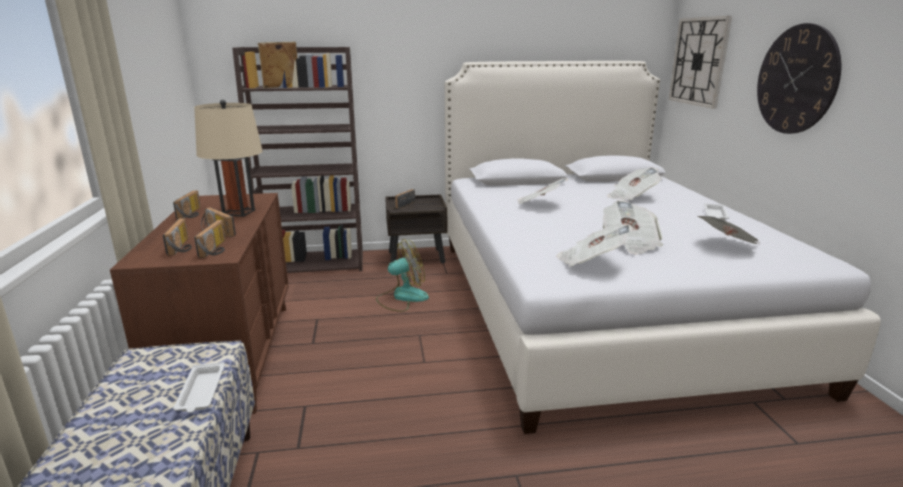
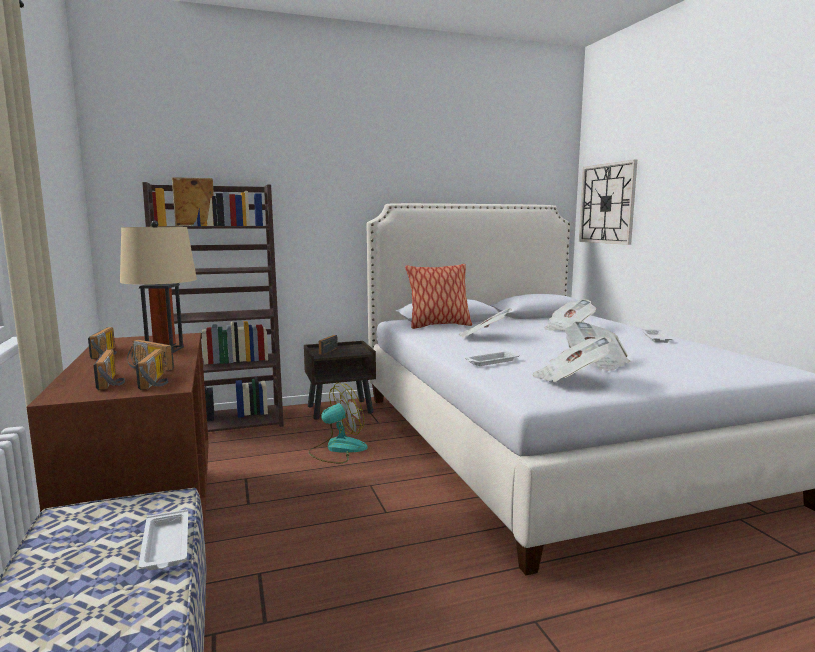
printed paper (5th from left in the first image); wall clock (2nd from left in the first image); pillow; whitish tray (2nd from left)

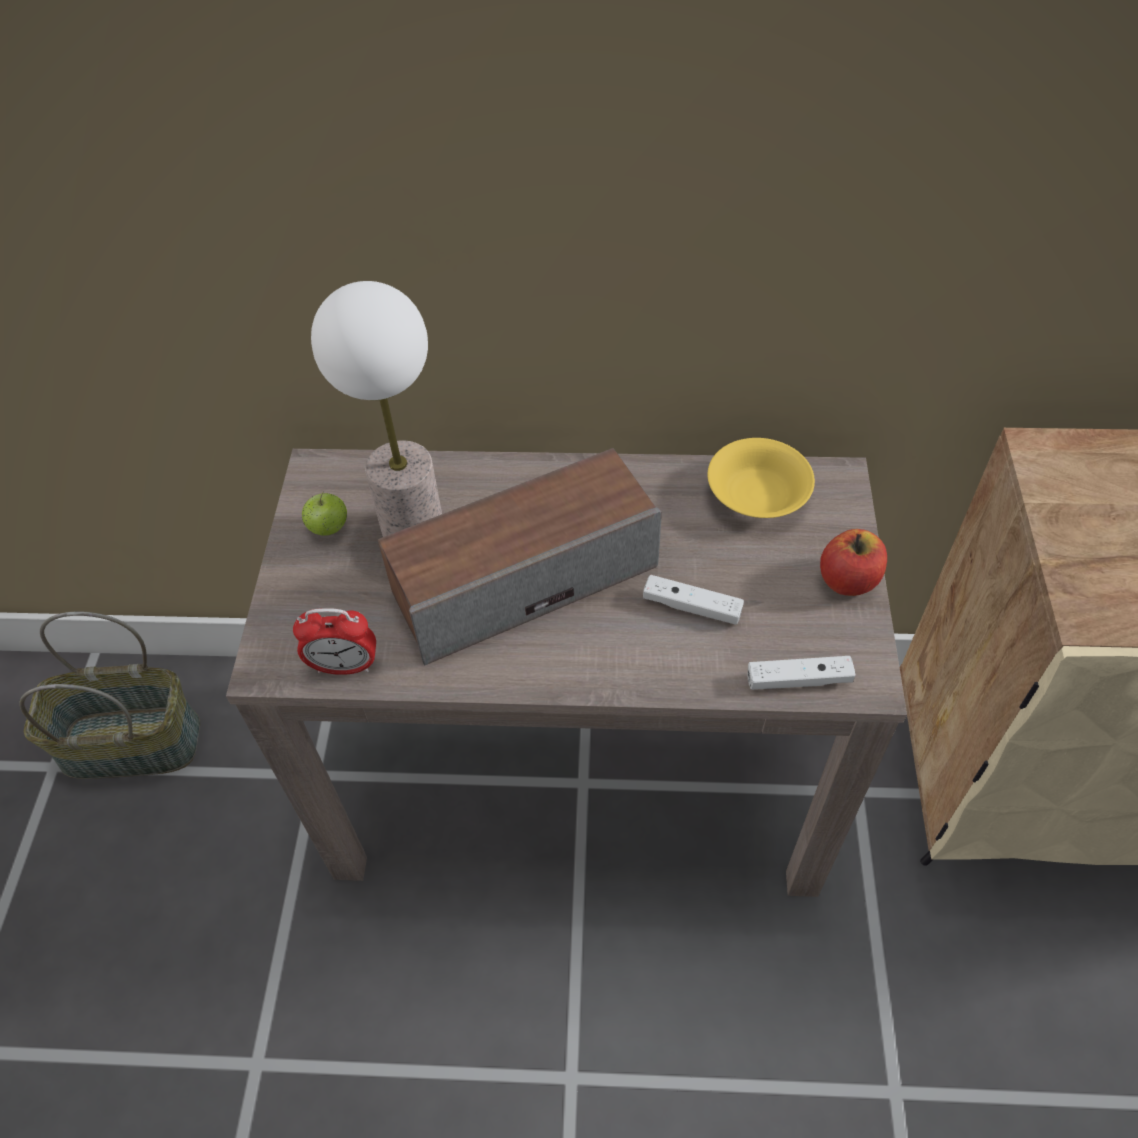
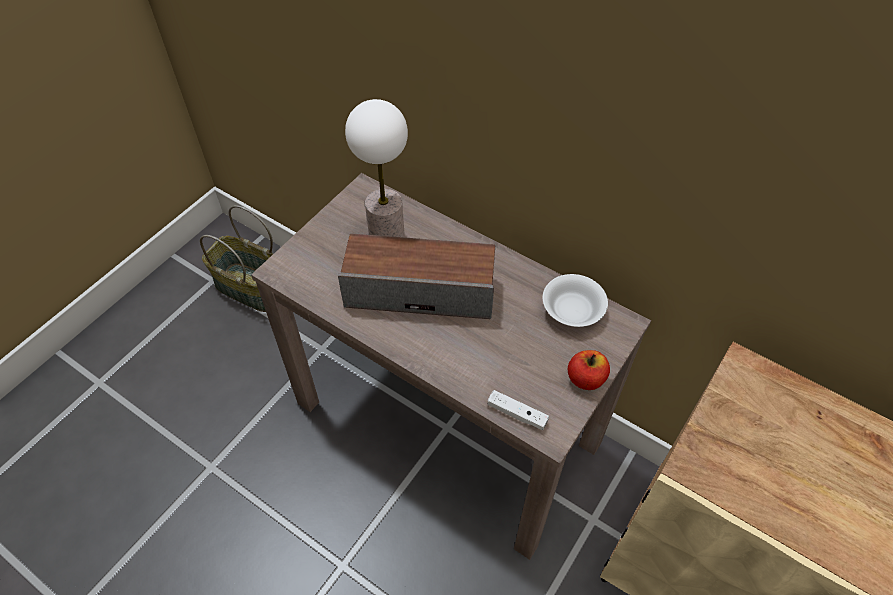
table clock; apple fruit (1st from left in the first image); whitish game controller (1st from left in the first image); whitish bowl

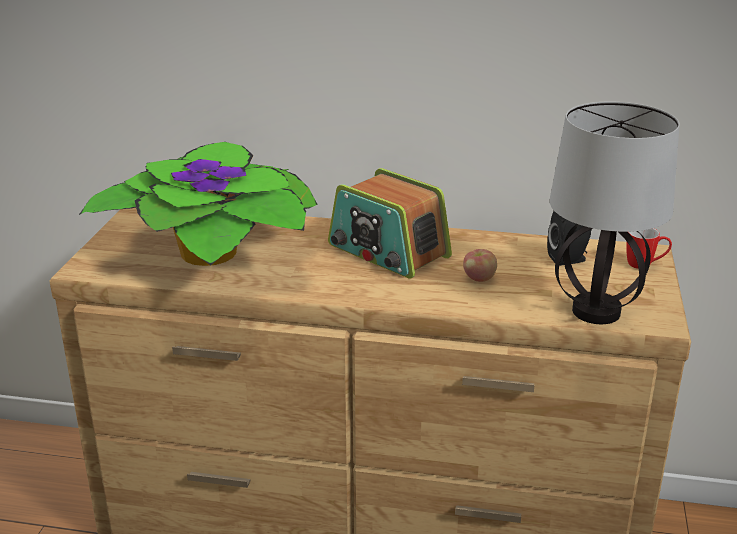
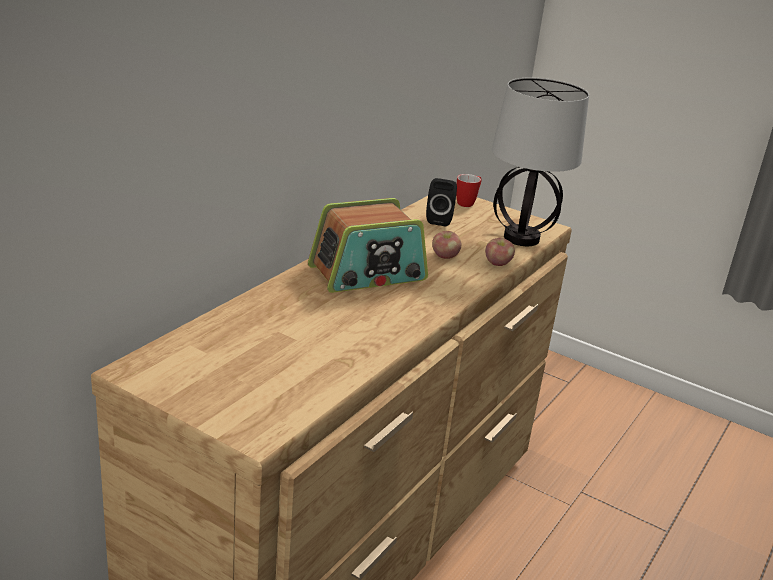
plant in a pot; apple fruit (2nd from left)

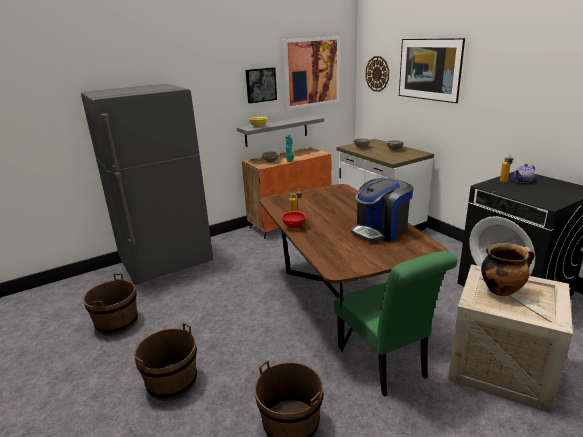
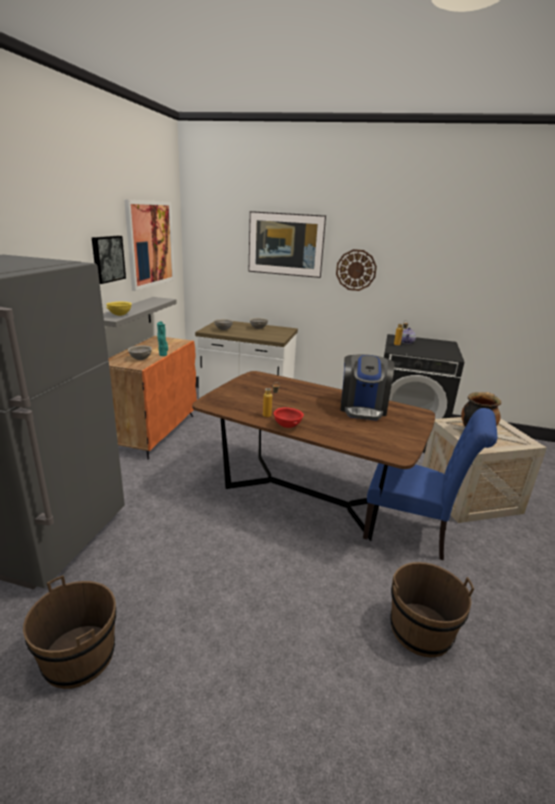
brownish bucket (2nd from left in the first image); bluish plain chair; wall clock

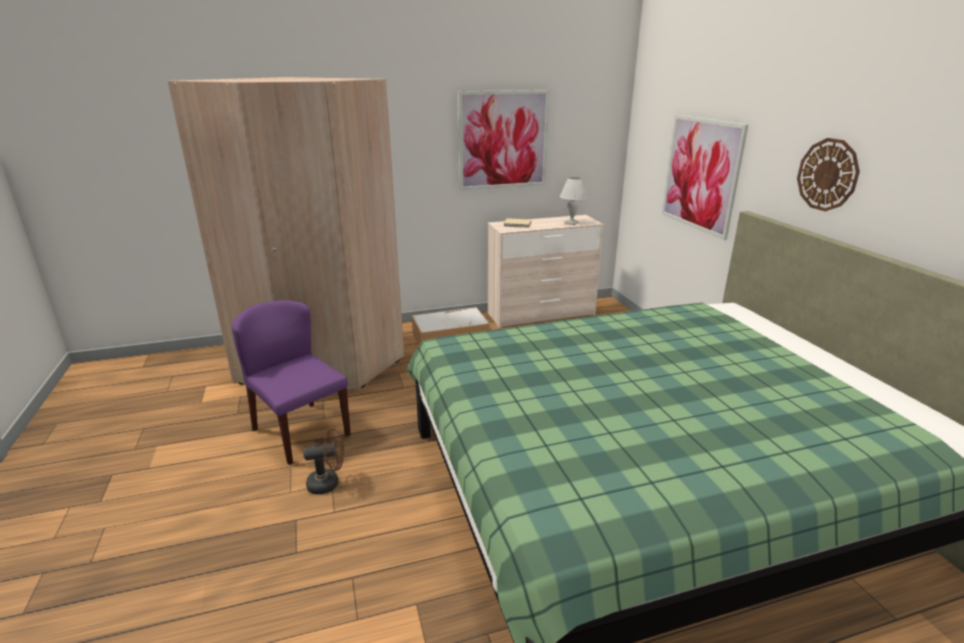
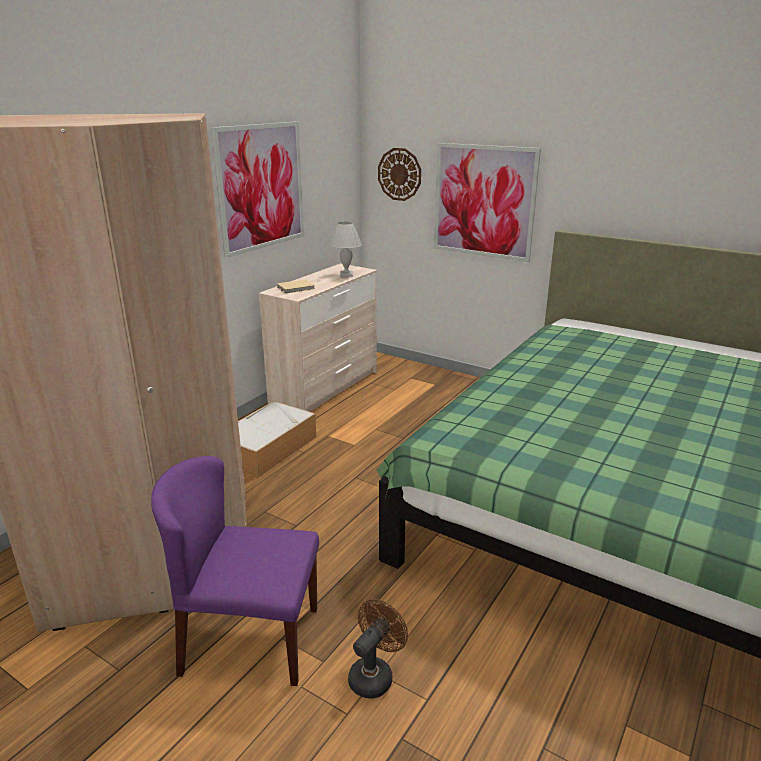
wall clock

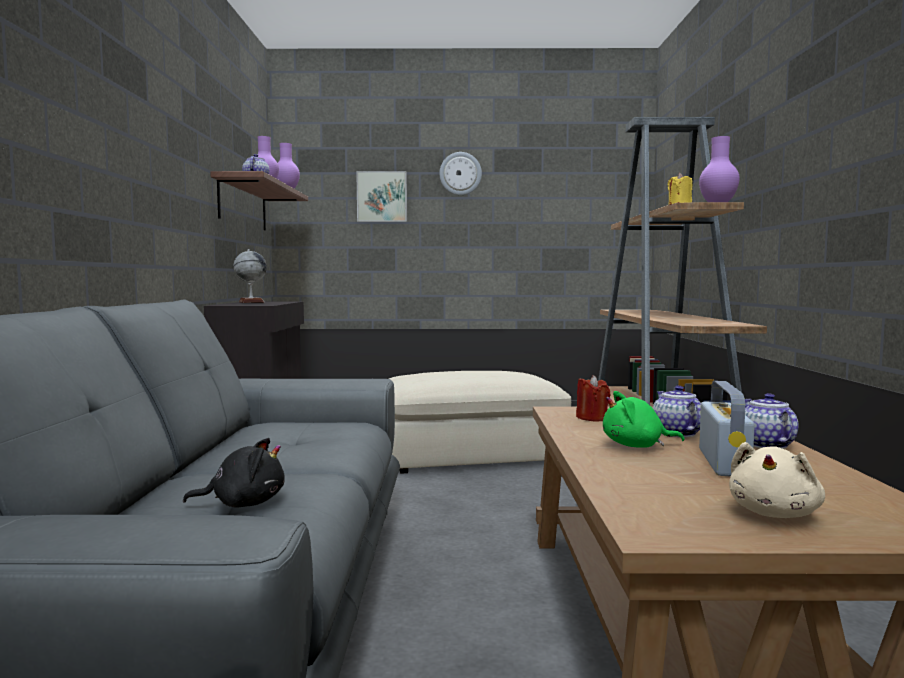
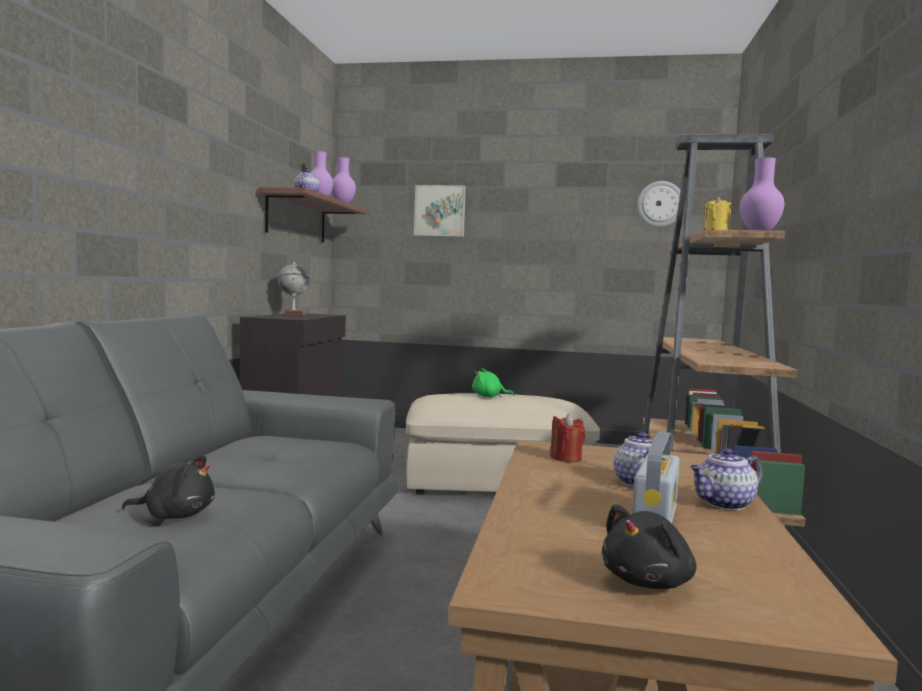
wall clock; greenish cuddly toy; black-coloured cuddly toy (2nd from left); teapot (3rd from left)

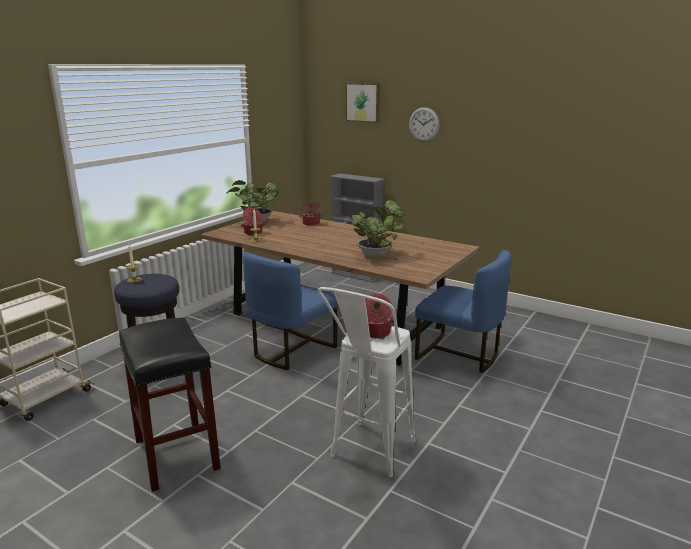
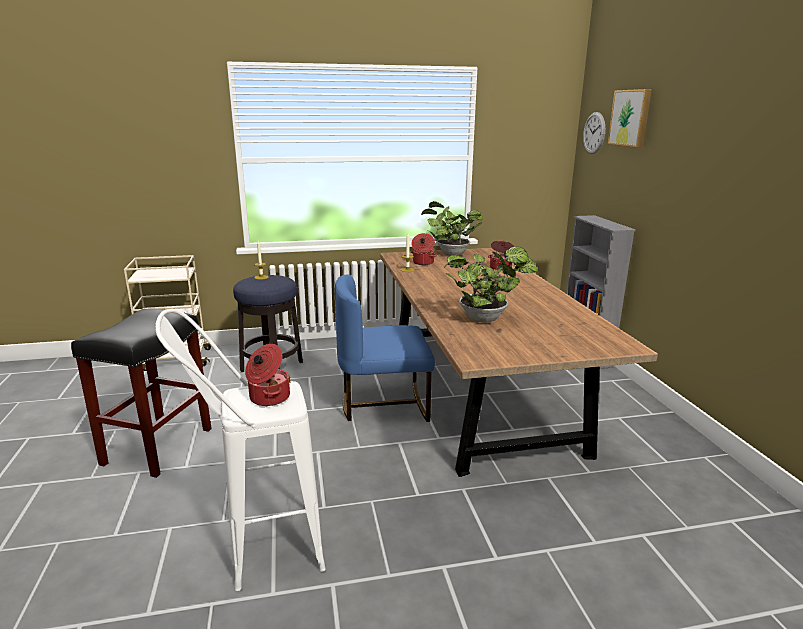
wall clock; bluish plain chair (2nd from left in the first image)

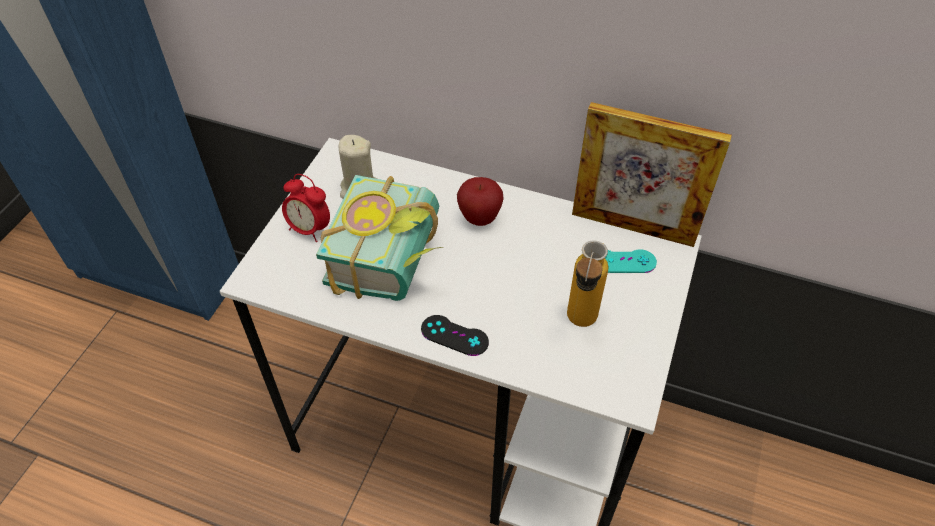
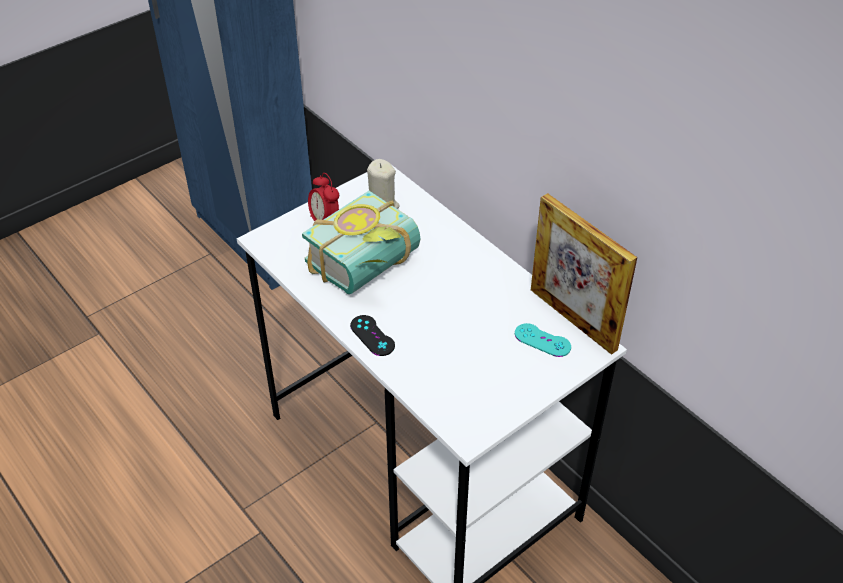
apple fruit; drink bottle

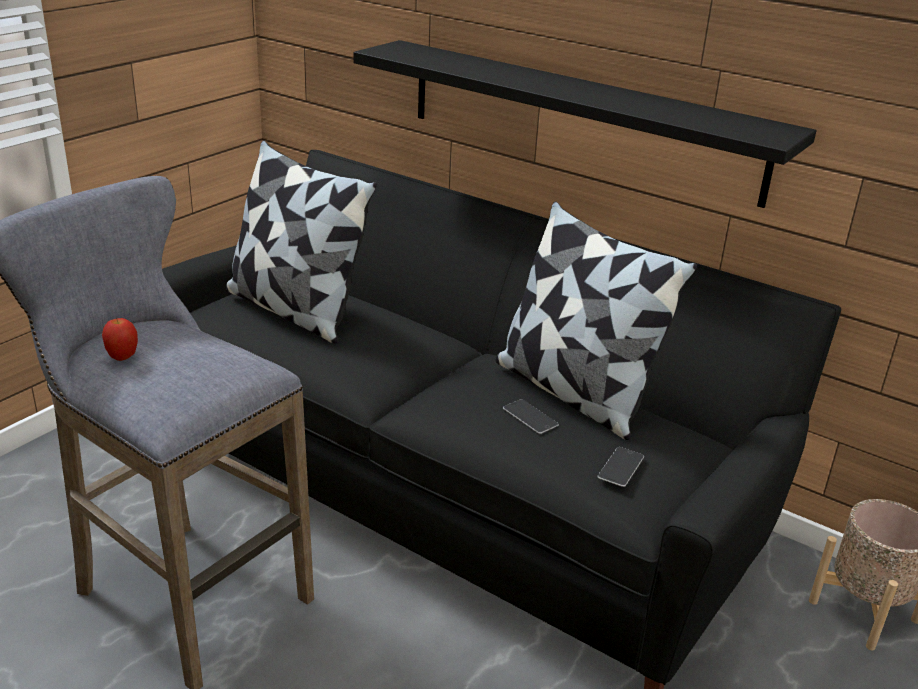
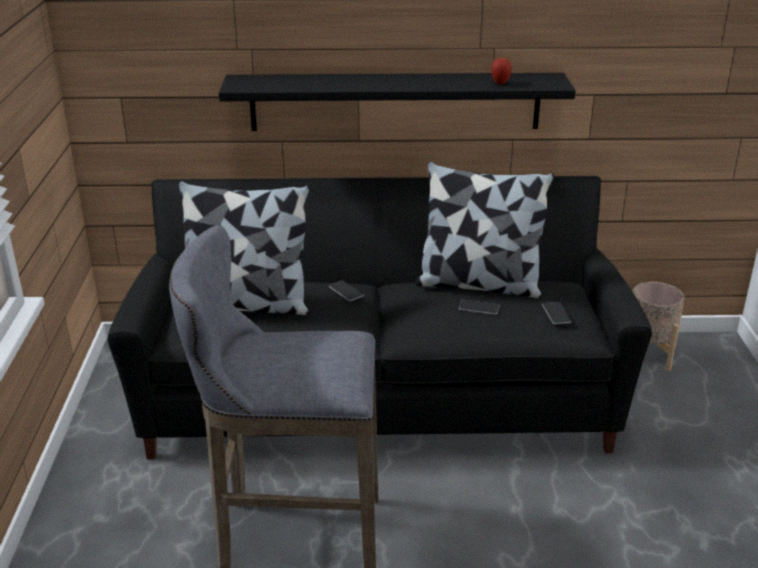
apple fruit; handset (1st from left)

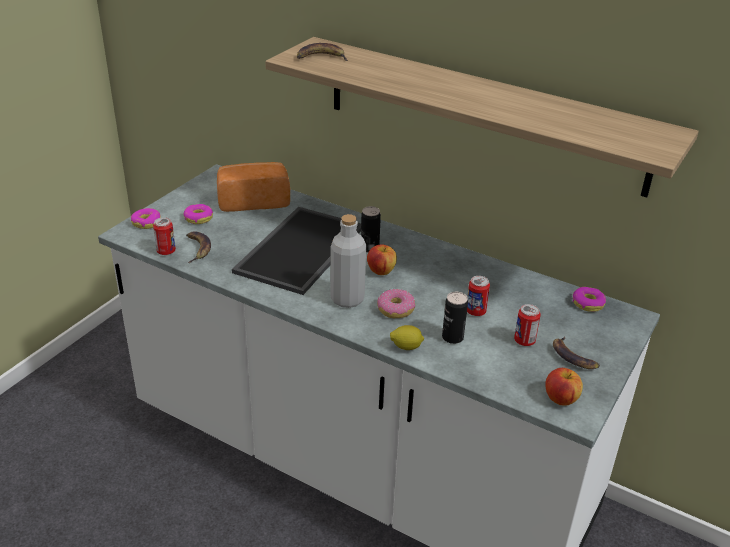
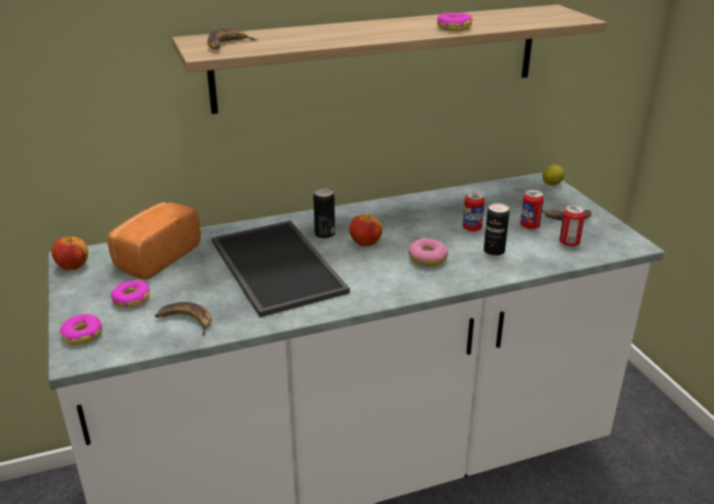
can (5th from left); gray drink bottle; citrus fruit; apple fruit (1st from left); doughnut (4th from left)

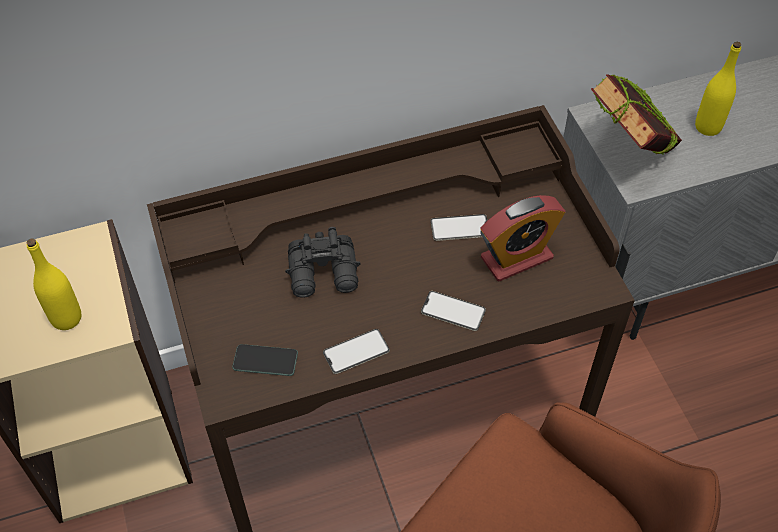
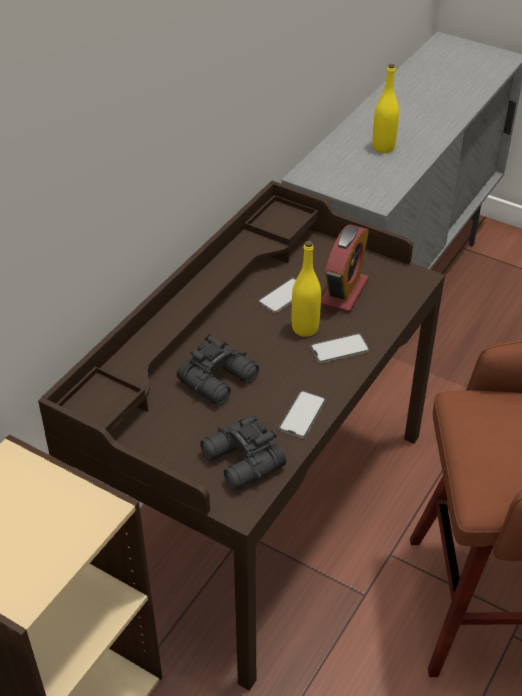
yellowish drink bottle (1st from left); black-coloured field glasses (2nd from left); bound book

